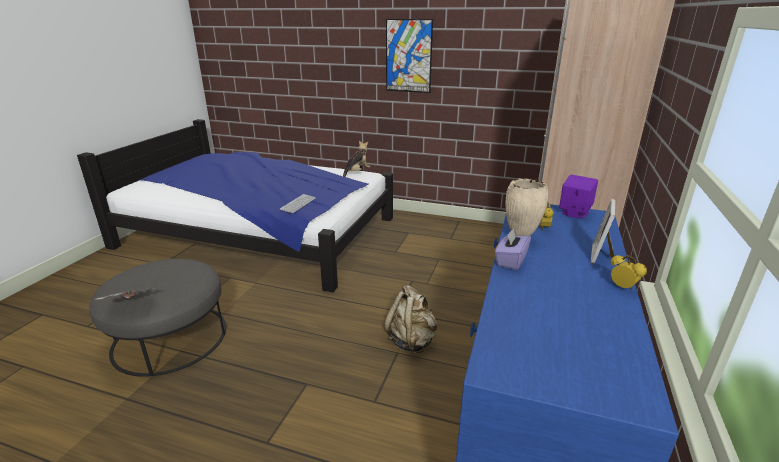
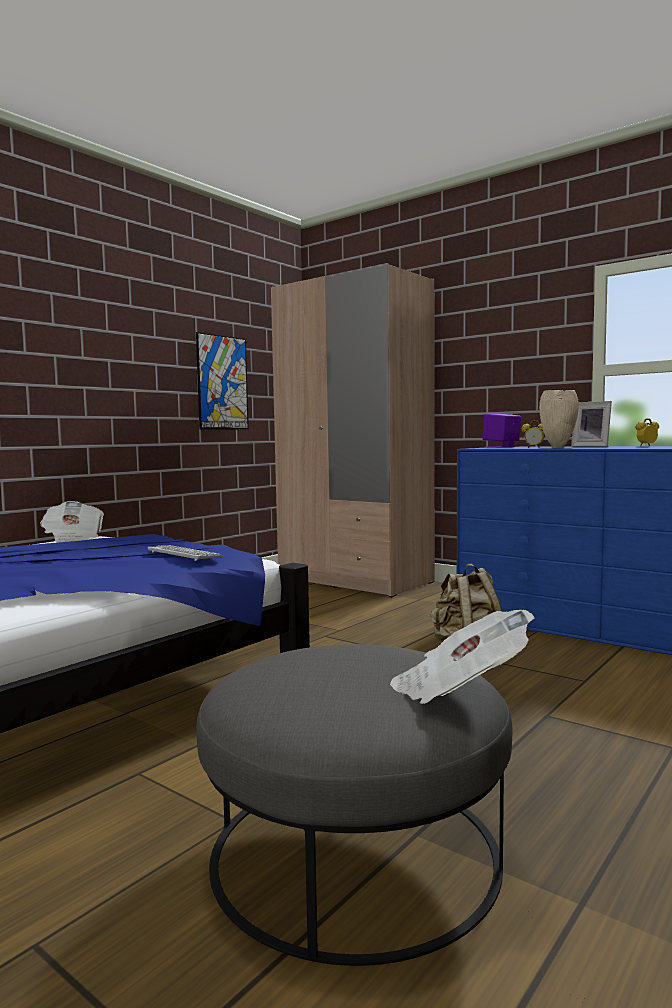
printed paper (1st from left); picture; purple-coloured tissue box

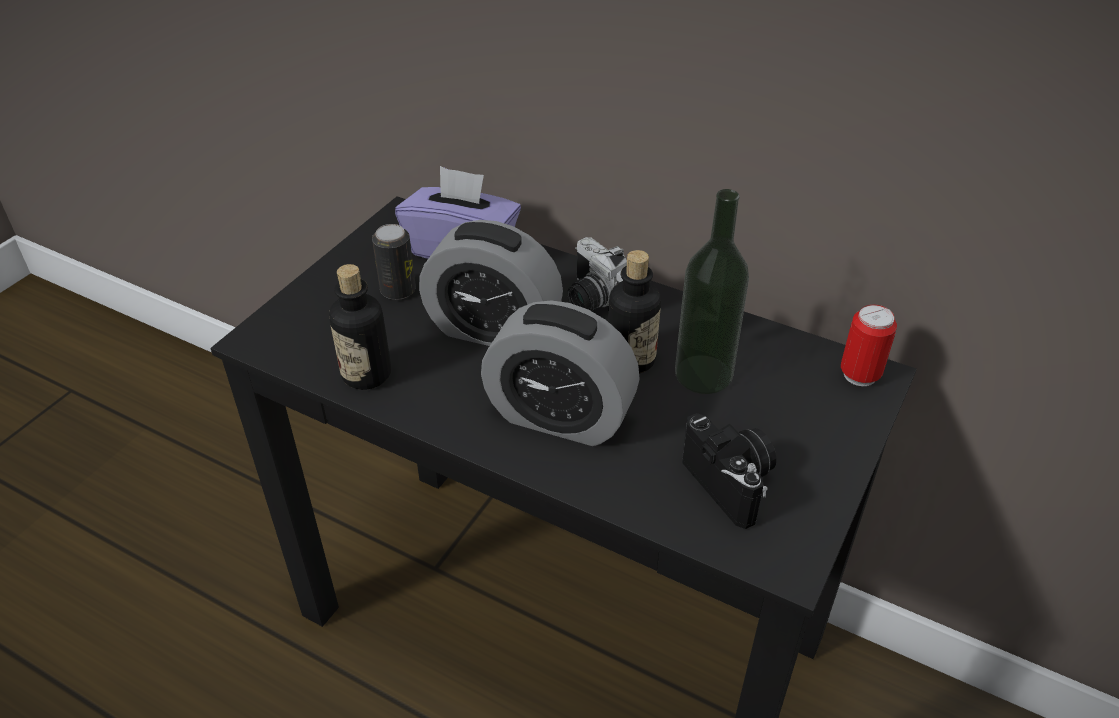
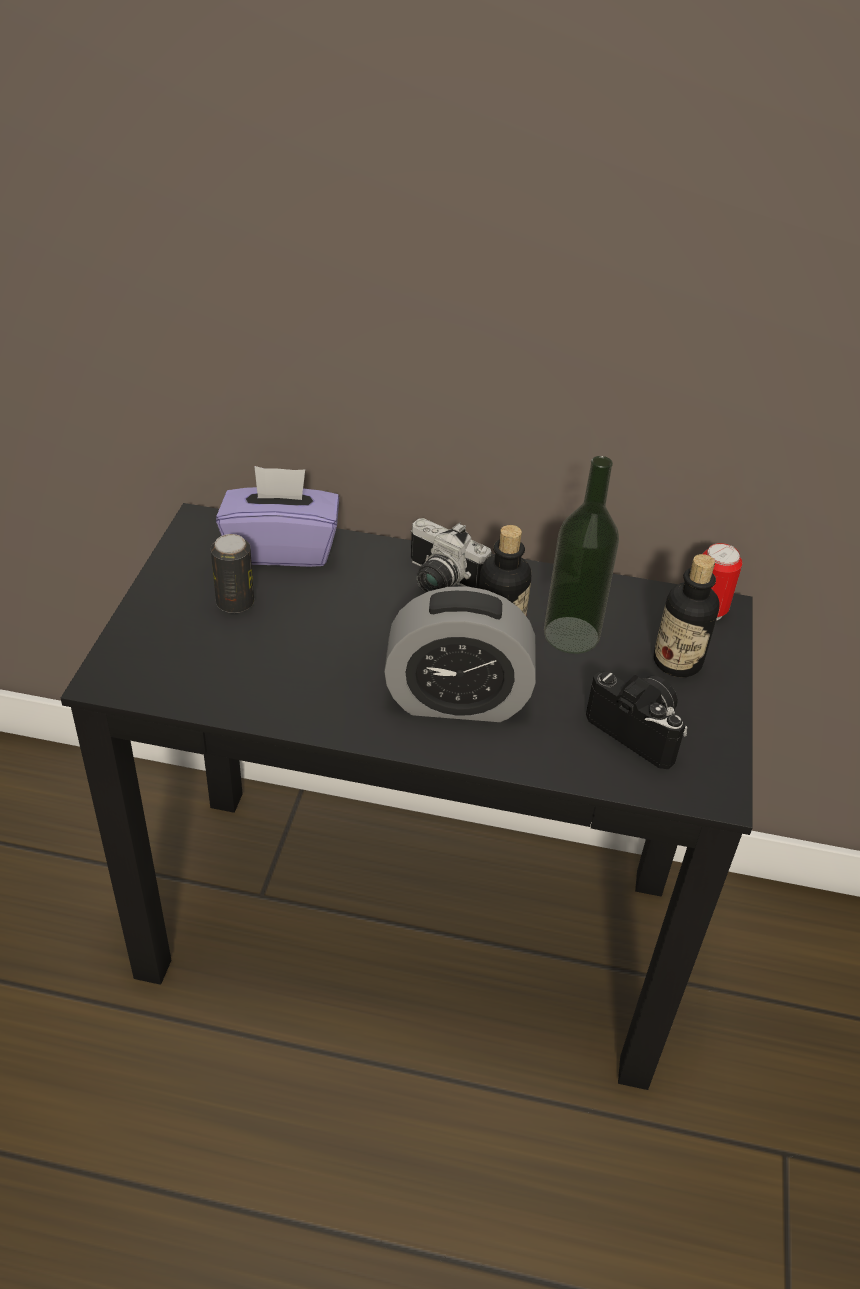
drink bottle (3rd from left); table clock (1st from left in the first image)

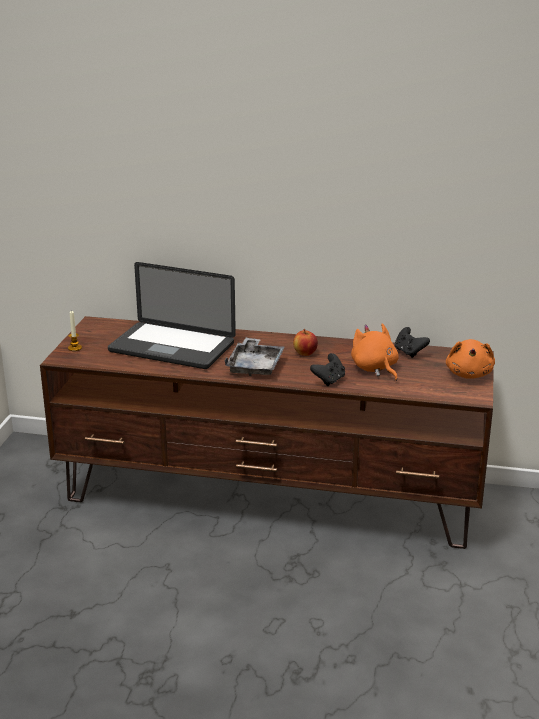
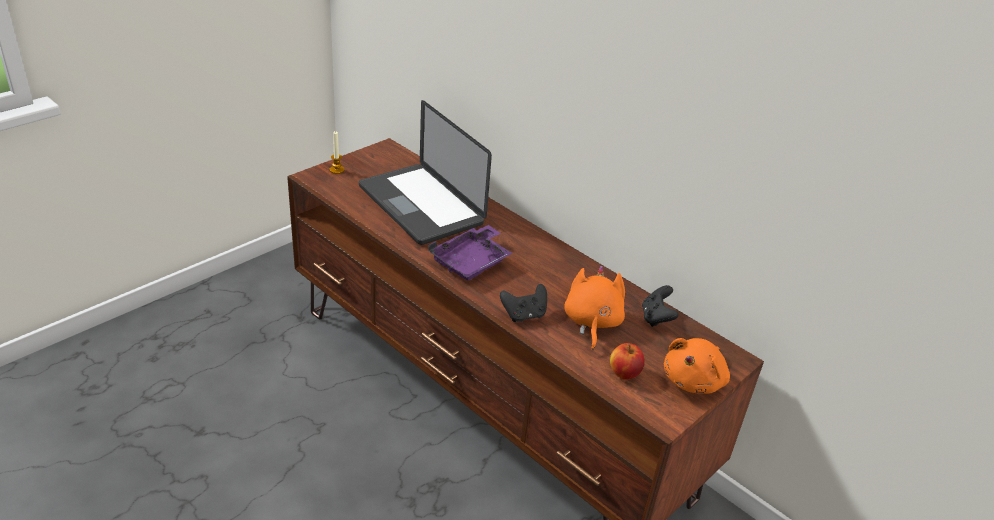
purple-coloured tray; apple fruit

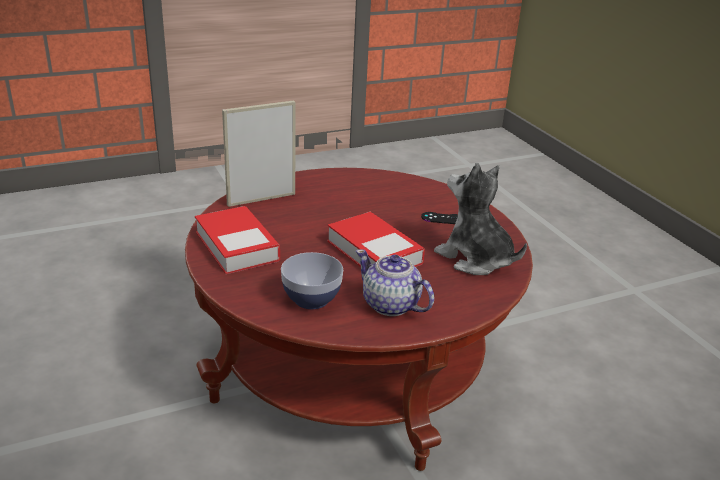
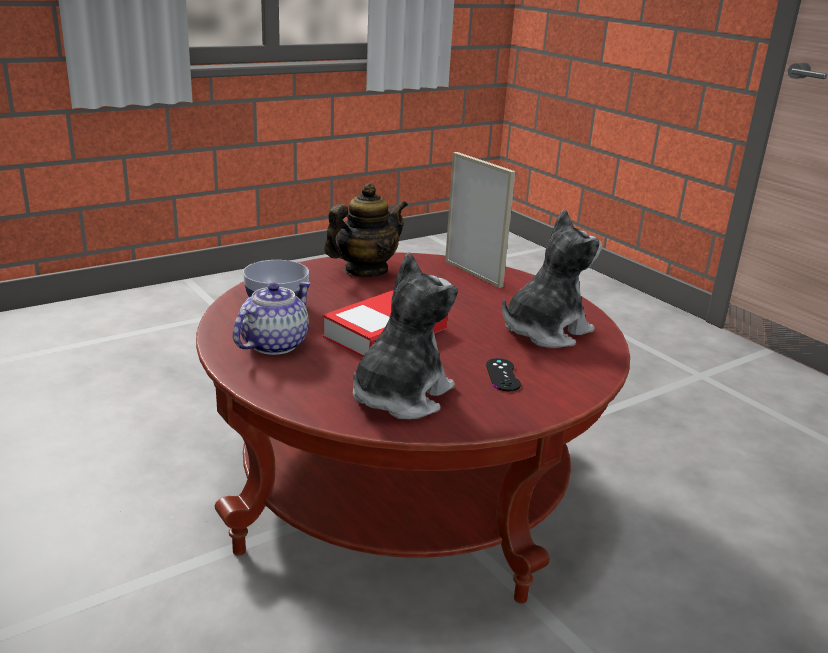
teapot (2nd from left); cuddly toy (2nd from left)

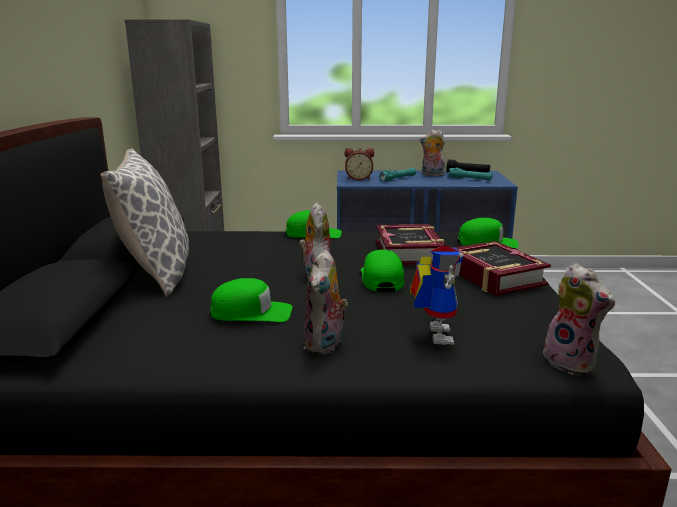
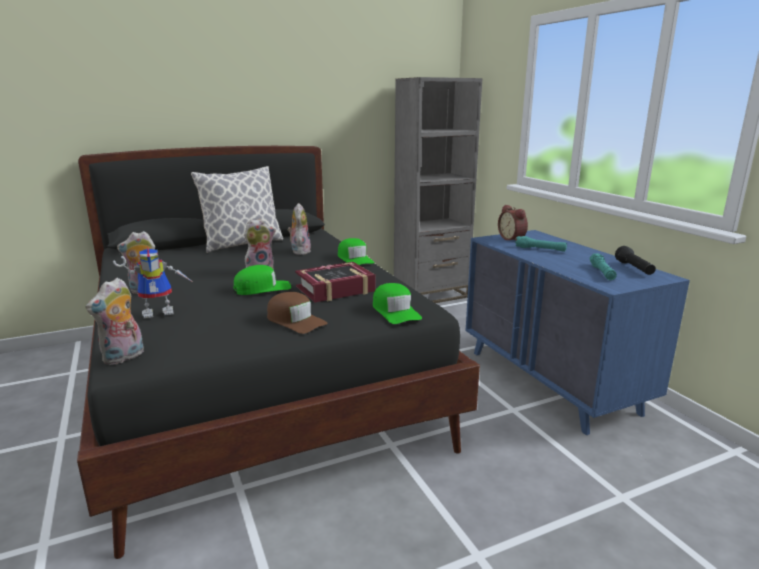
greenish cap (1st from left in the first image); cuddly toy (4th from left); brownish cap

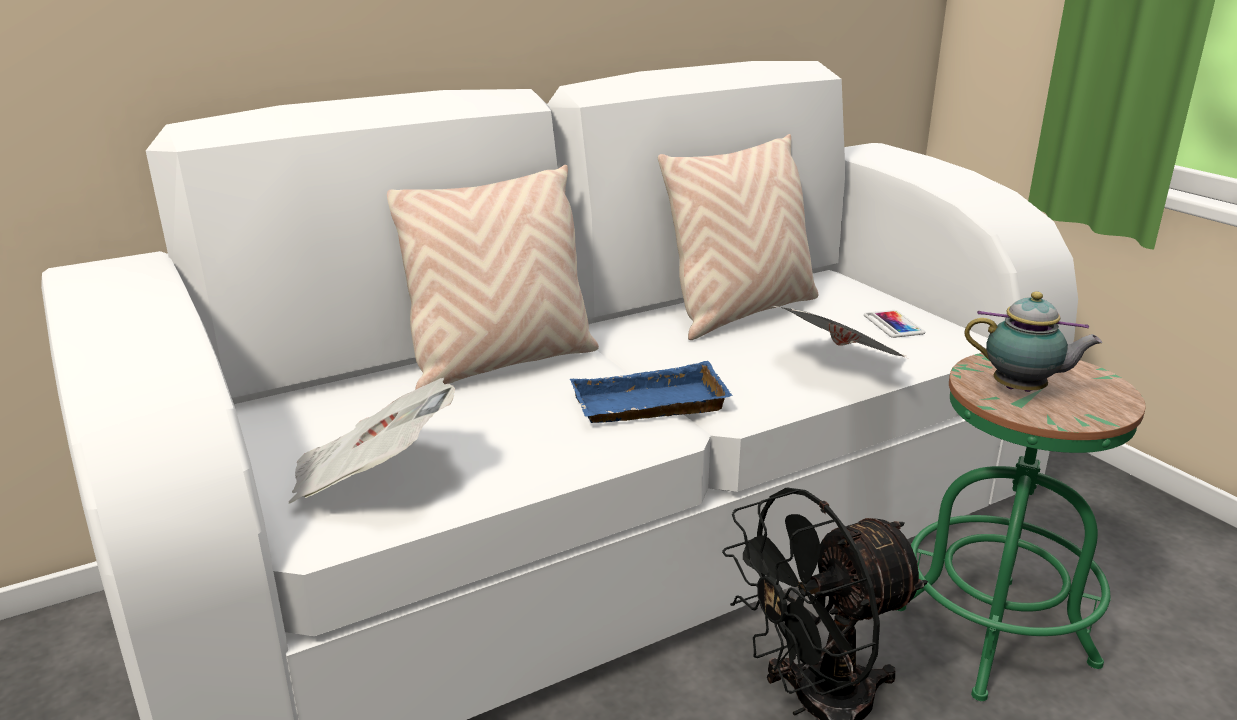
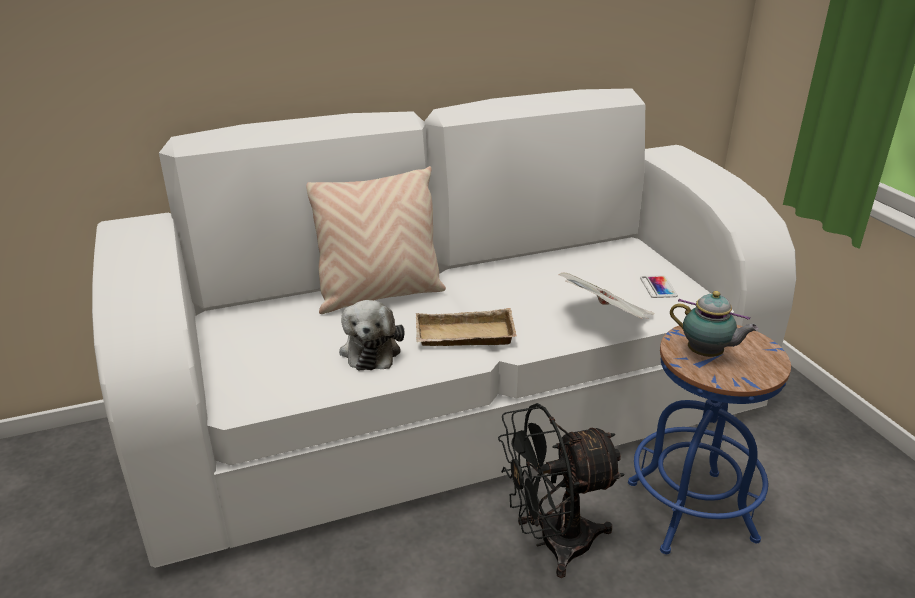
printed paper (1st from left in the first image); beige tray; beige pillow (2nd from left in the first image); bluish stool; cuddly toy

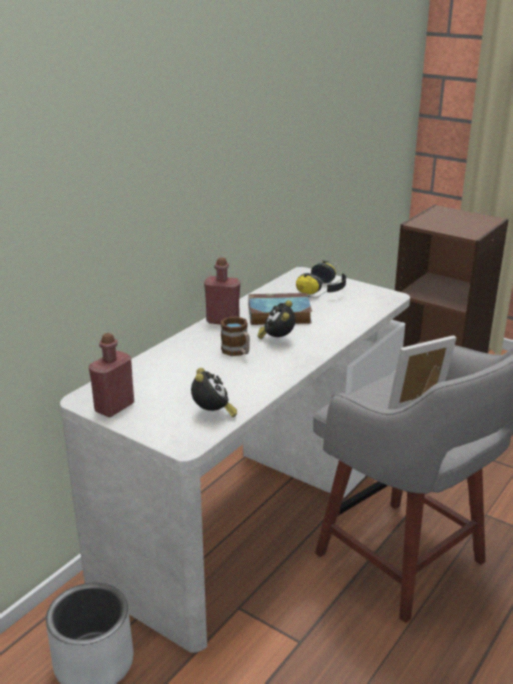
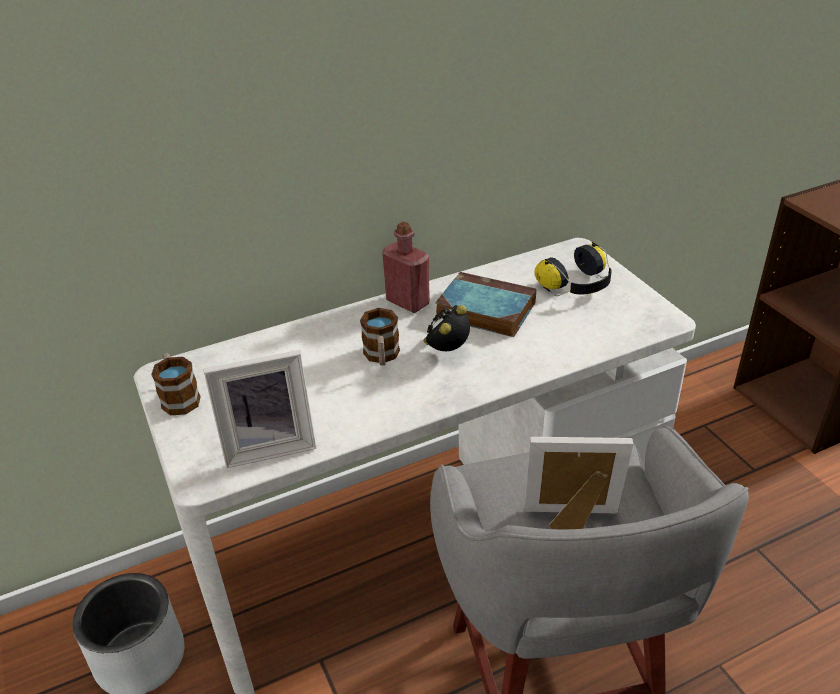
mug (1st from left); photo frame (1st from left)

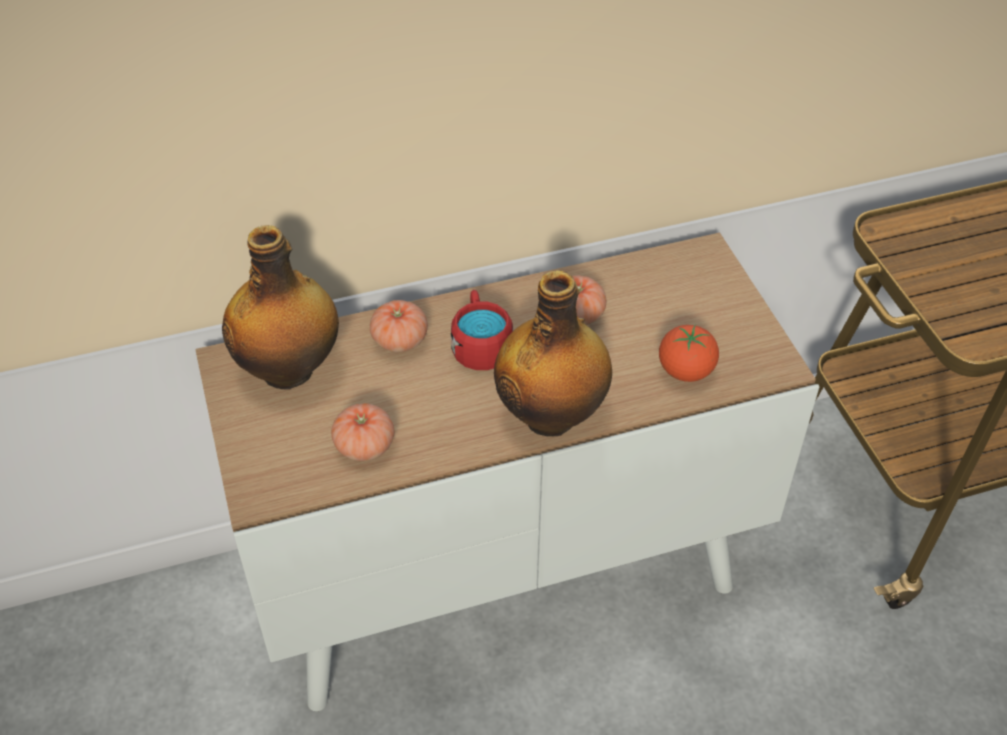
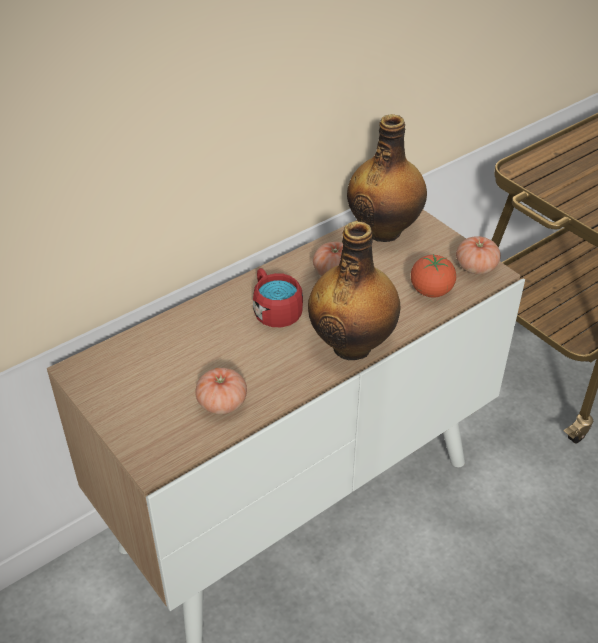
drink bottle (2nd from left); fresh tomato (4th from left)

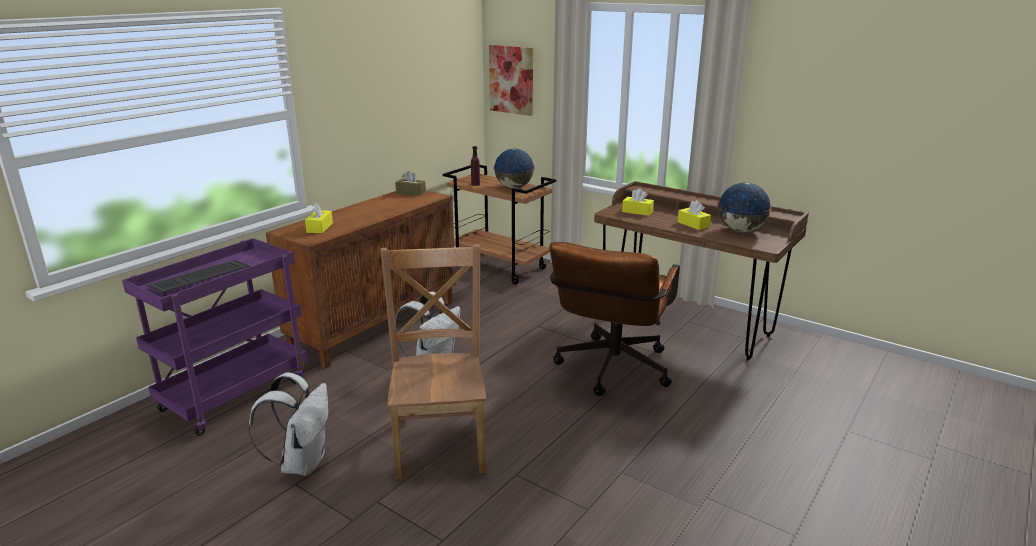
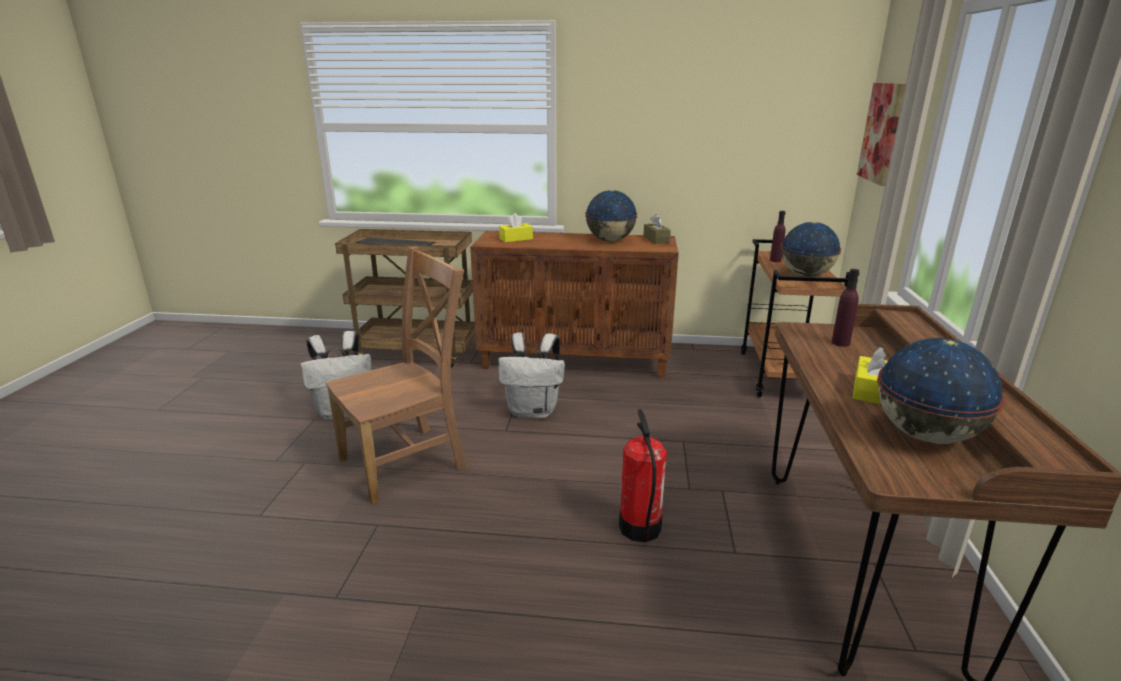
brownish trolley (1st from left); fire-fighting cylinder; purple-coloured drink bottle (2nd from left); globe (1st from left)

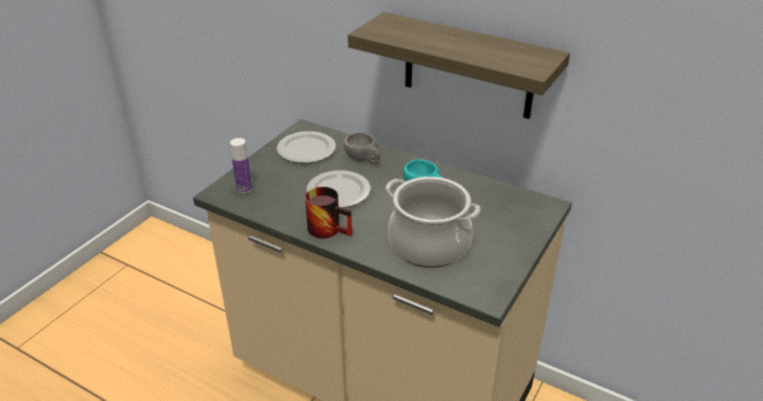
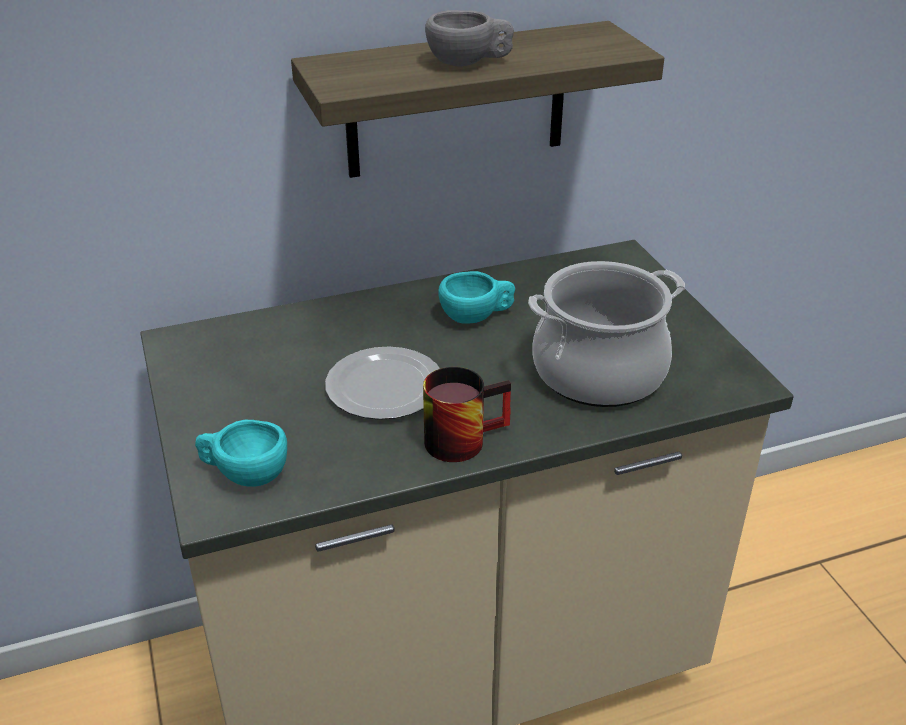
turquoise drinking cup (1st from left); flat dish (1st from left in the first image); gray drinking cup

